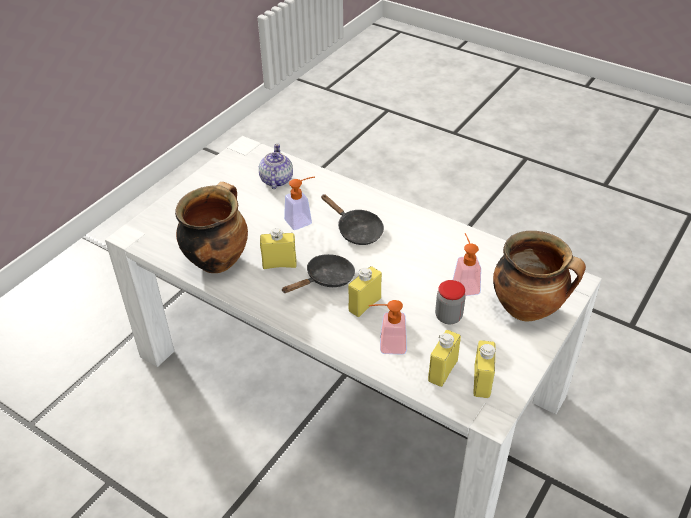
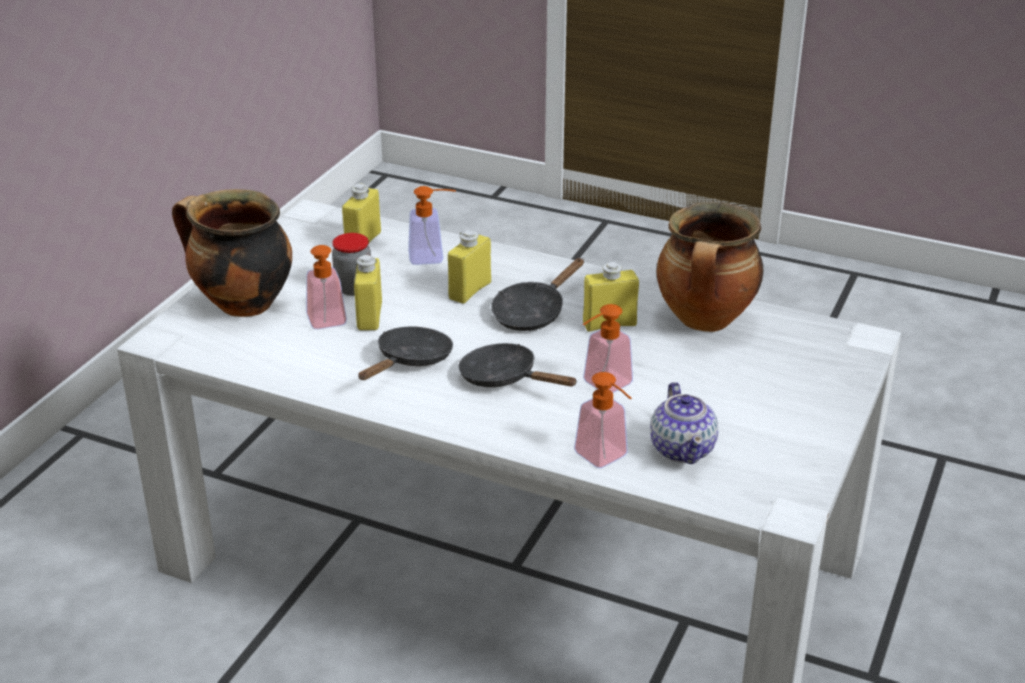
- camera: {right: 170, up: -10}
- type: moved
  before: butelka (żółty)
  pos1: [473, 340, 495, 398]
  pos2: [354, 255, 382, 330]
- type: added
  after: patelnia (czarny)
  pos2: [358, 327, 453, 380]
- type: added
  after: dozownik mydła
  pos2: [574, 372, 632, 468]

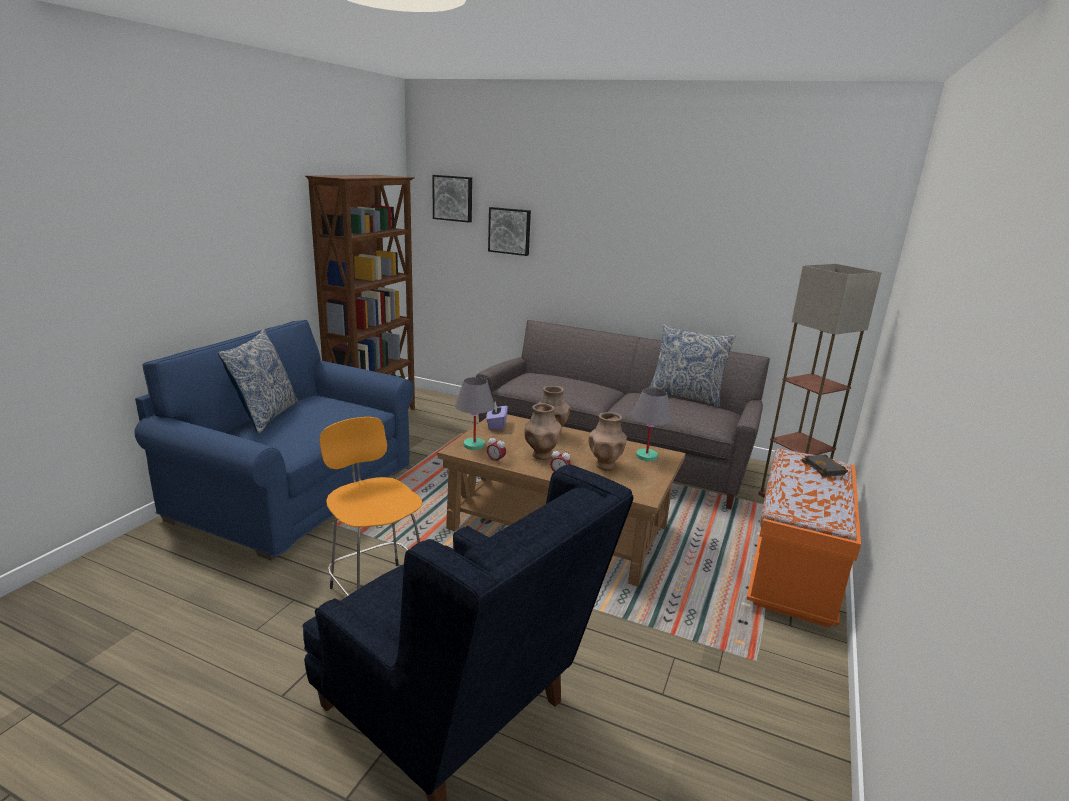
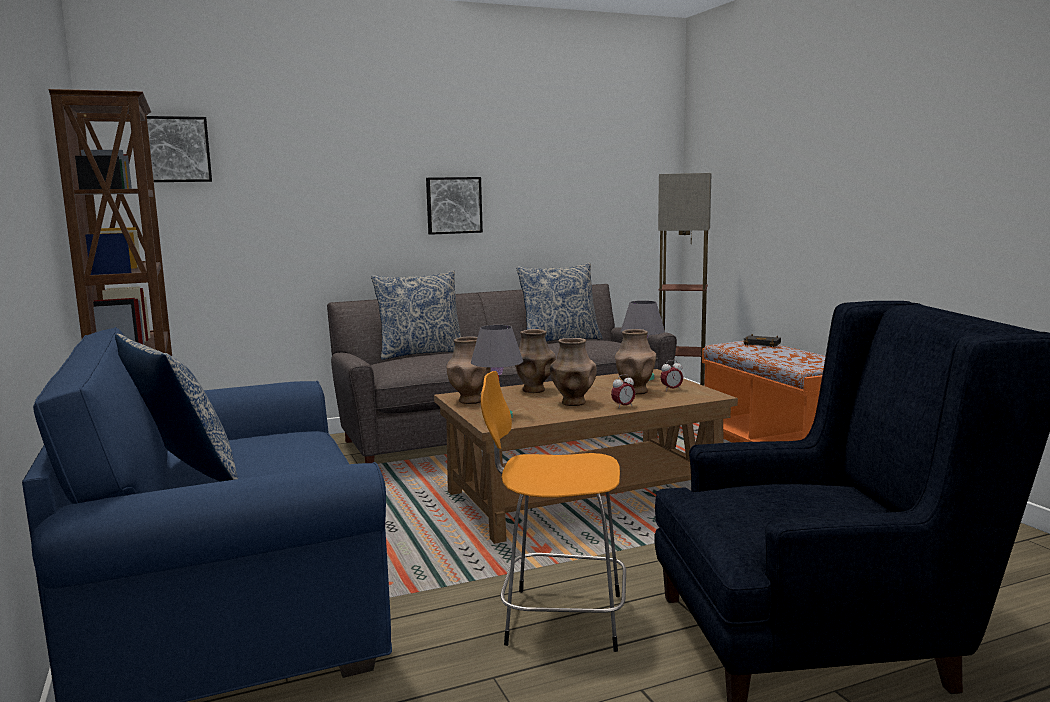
- camera: {right: -45, up: -10}
- type: replaced
  before: pudełko chusteczek (fioletowy)
  after: wazon (brązowy)
  pos1: [486, 401, 508, 430]
  pos2: [446, 336, 491, 404]
- type: moved
  before: budzik
  pos1: [487, 436, 506, 464]
  pos2: [660, 360, 683, 391]
- type: moved
  before: obraz
  pos1: [488, 207, 531, 256]
  pos2: [426, 177, 483, 235]
- type: added
  after: poduszka
  pos2: [371, 270, 461, 360]

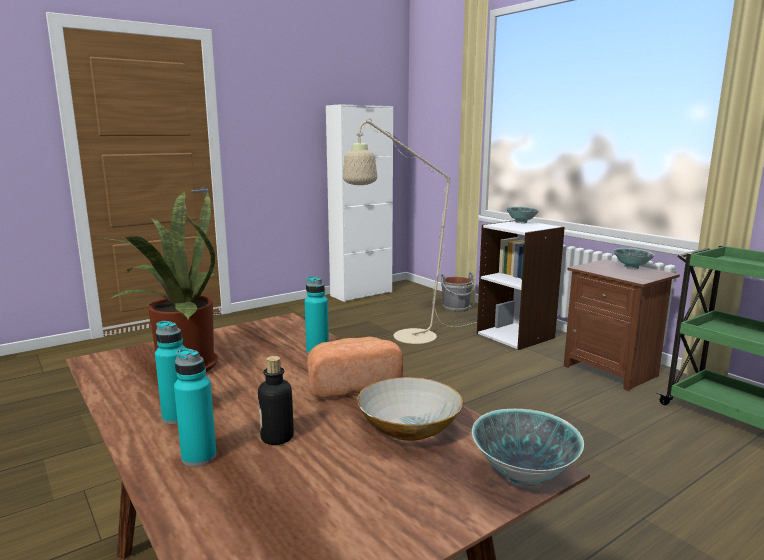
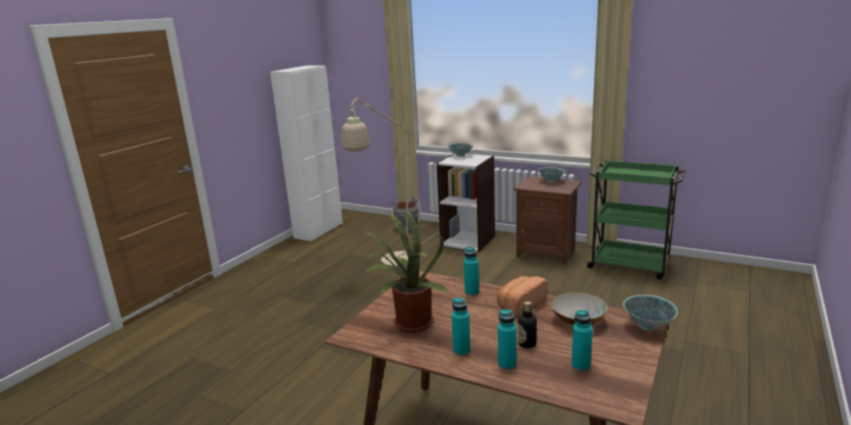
- camera: {right: -25, up: 5}
- type: added
  after: butelka (turkusowy)
  pos2: [571, 310, 593, 371]

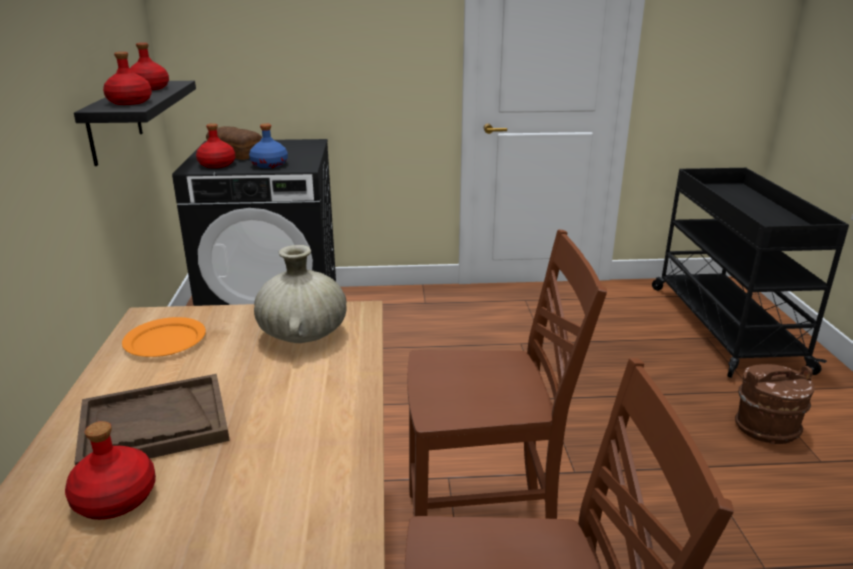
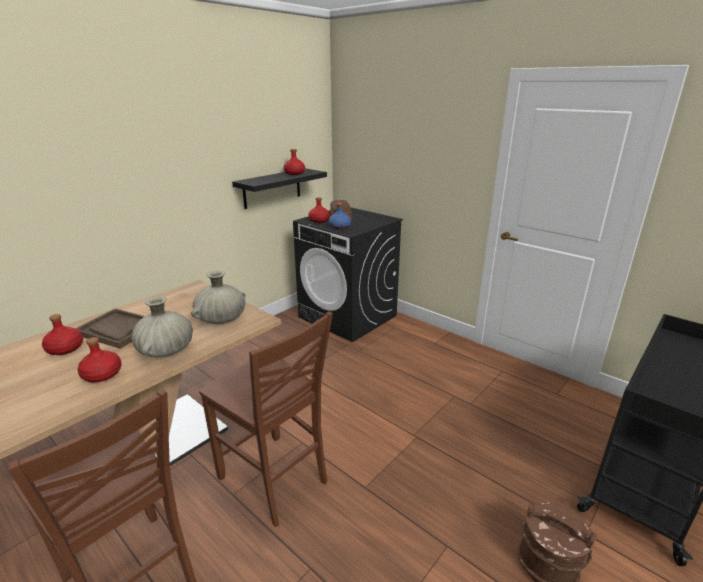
- camera: {right: 45, up: 0}
- type: moved
  before: butelka (czerwony)
  pos1: [103, 52, 152, 105]
  pos2: [77, 337, 122, 382]
- type: removed
  before: talerz (pomarańczowy)
  pos1: [122, 317, 206, 357]
- type: added
  after: wazon (beżowy)
  pos2: [131, 296, 193, 357]

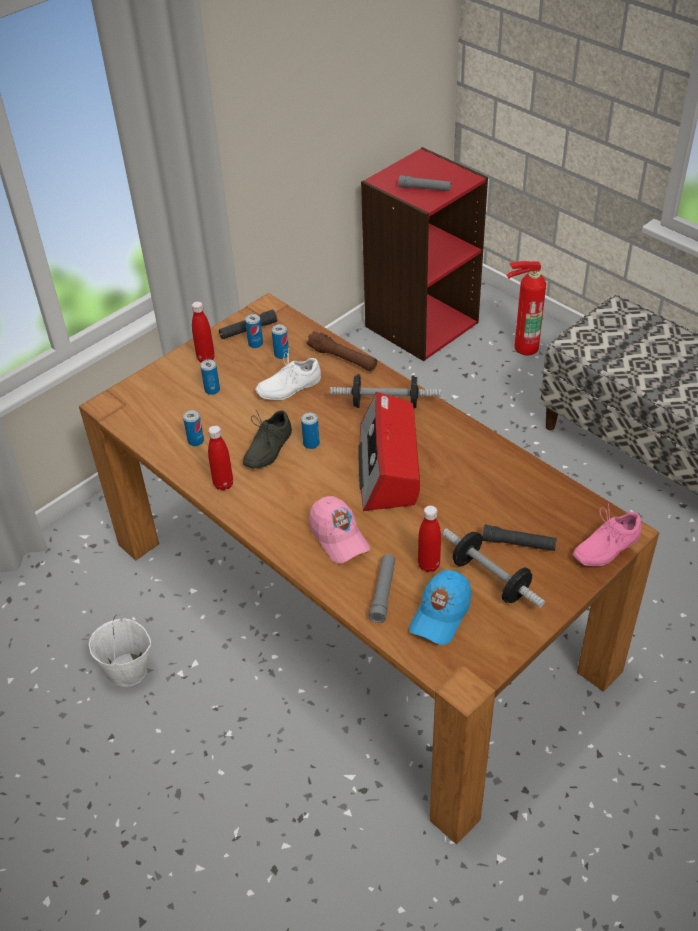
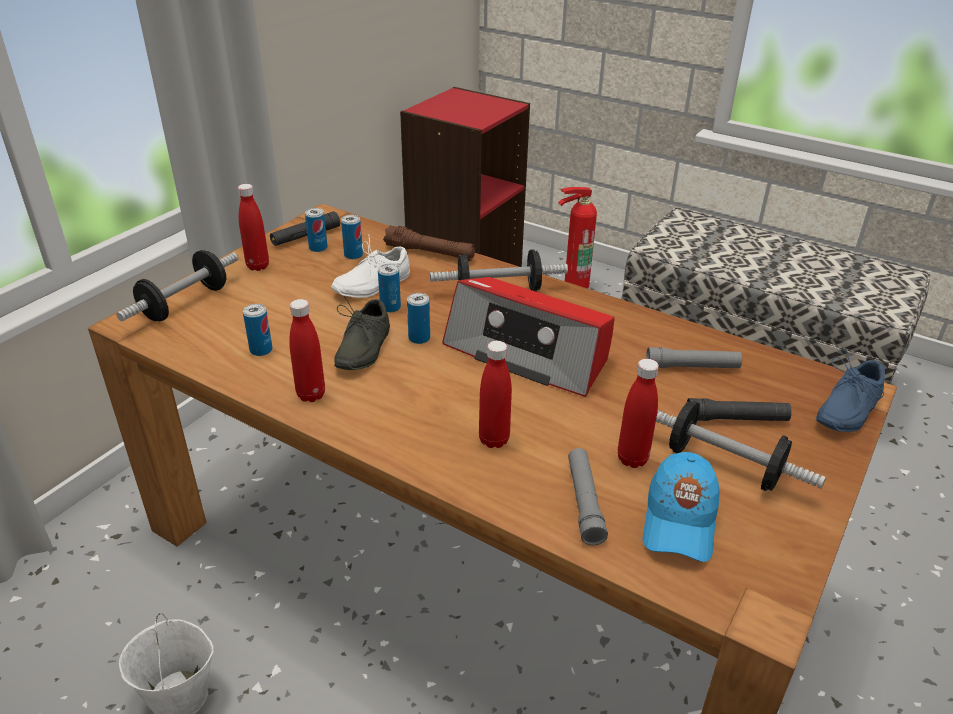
- camera: {right: -15, up: -10}
- type: moved
  before: puszka
  pos1: [200, 359, 220, 395]
  pos2: [378, 264, 401, 313]
- type: replaced
  before: czapka z daszkiem (różowy)
  after: butelka (czerwony)
  pos1: [309, 496, 370, 563]
  pos2: [479, 341, 512, 448]
- type: turned
  before: radio
  pos1: [358, 392, 420, 511]
  pos2: [442, 277, 615, 397]
  turn: -45
- type: moved
  before: latarka (szary)
  pos1: [398, 175, 451, 191]
  pos2: [646, 347, 742, 368]
- type: recoloured
  before: but (różowy)
  after: but (niebieski)
  pos1: [572, 504, 642, 566]
  pos2: [816, 349, 885, 432]
- type: added
  after: hantel
  pos2: [116, 250, 238, 321]

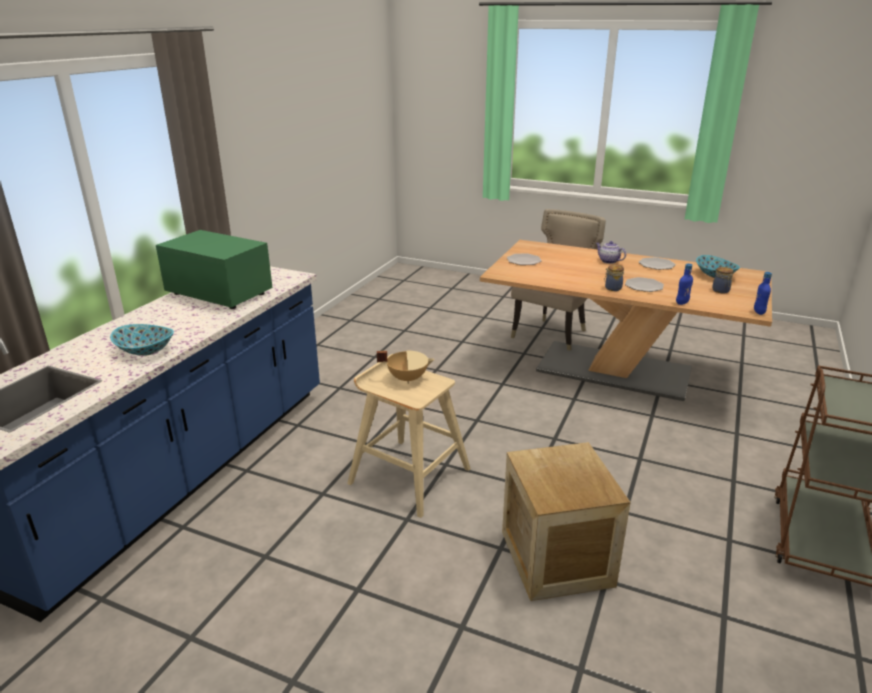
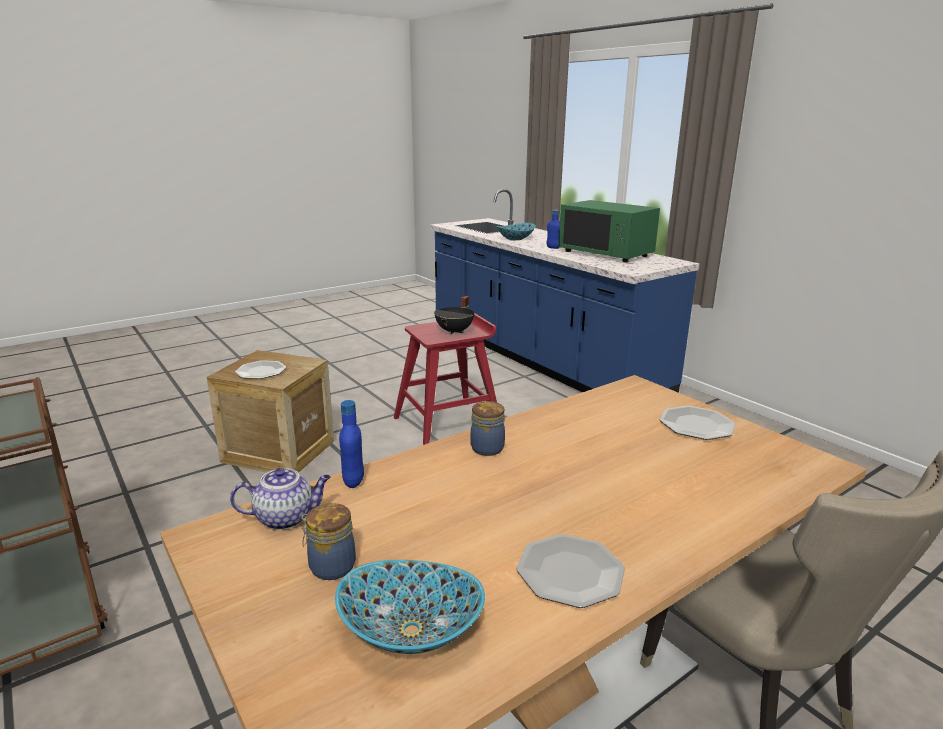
- camera: {right: 120, up: -5}
- type: turned
  before: mikrofalówka (zielony)
  pos1: [156, 230, 273, 309]
  pos2: [558, 200, 660, 262]
  turn: 75
- type: recoloured
  before: stołek (beżowy)
  after: stołek (czerwony)
  pos1: [347, 354, 471, 518]
  pos2: [394, 313, 497, 445]
- type: recoloured
  before: garnek (beżowy)
  after: garnek (czarny)
  pos1: [377, 351, 434, 384]
  pos2: [434, 296, 474, 335]
- type: moved
  before: imbryk
  pos1: [596, 241, 626, 264]
  pos2: [230, 468, 331, 530]
- type: moved
  before: talerz
  pos1: [625, 277, 664, 292]
  pos2: [235, 360, 286, 379]
- type: moved
  before: butelka (niebieski)
  pos1: [754, 272, 772, 315]
  pos2: [546, 210, 560, 249]

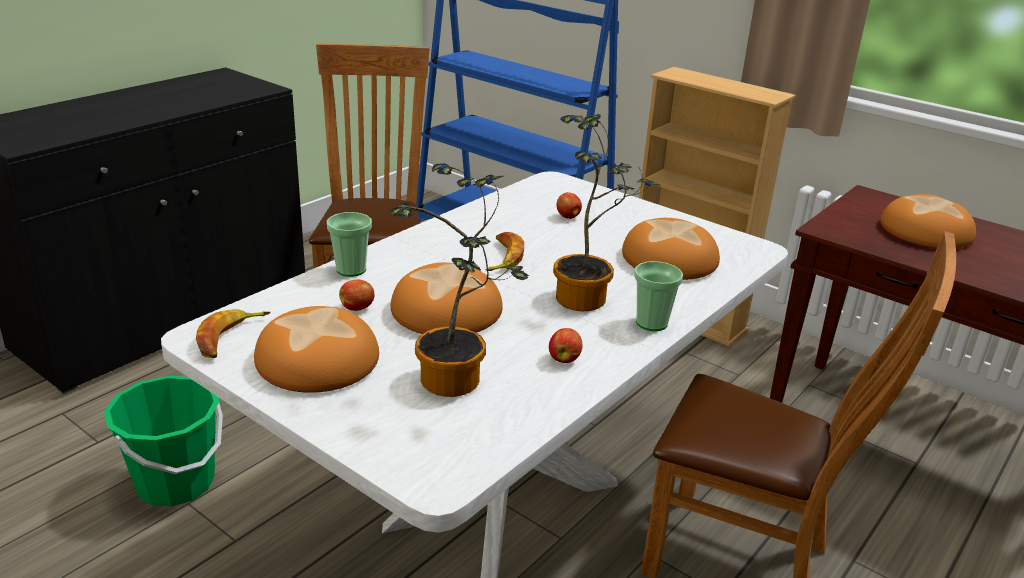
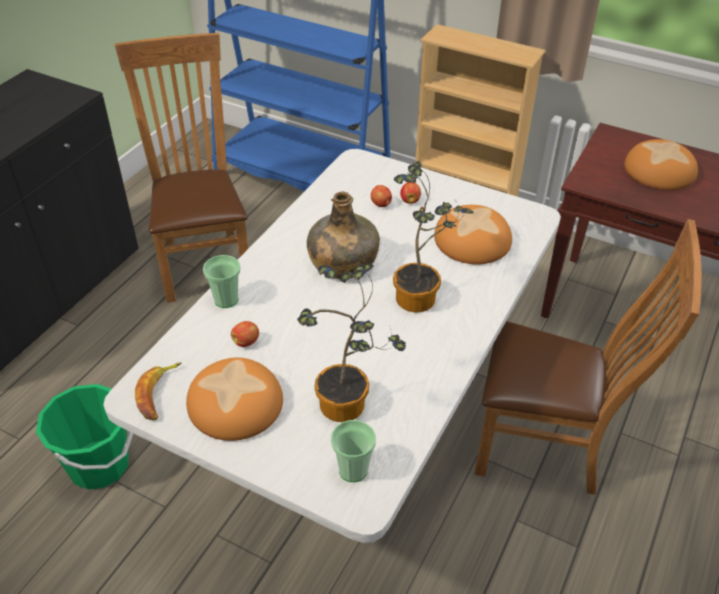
- camera: {right: -10, up: 15}
- type: removed
  before: chleb
  pos1: [391, 262, 503, 334]
- type: replaced
  before: banan
  after: butelka (zielony)
  pos1: [486, 232, 524, 271]
  pos2: [307, 191, 380, 279]
- type: moved
  before: jabłko
  pos1: [549, 328, 583, 363]
  pos2: [400, 182, 421, 204]
- type: moved
  before: filiżanka
  pos1: [634, 261, 683, 331]
  pos2: [331, 420, 376, 482]

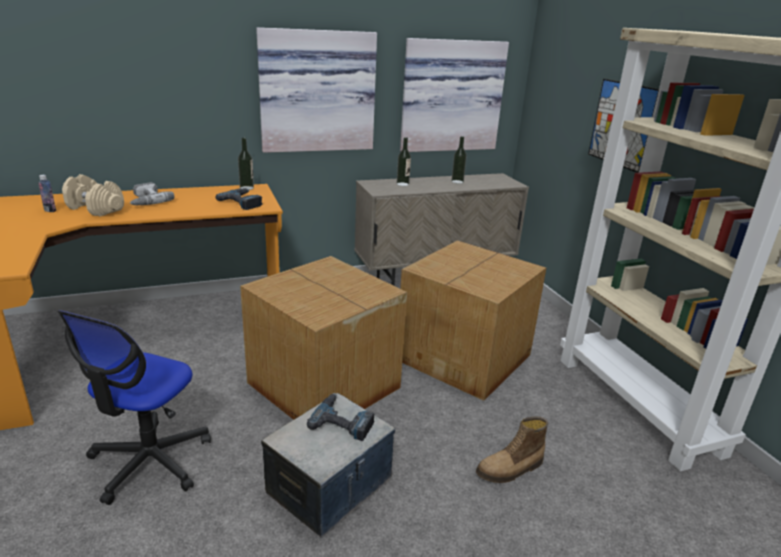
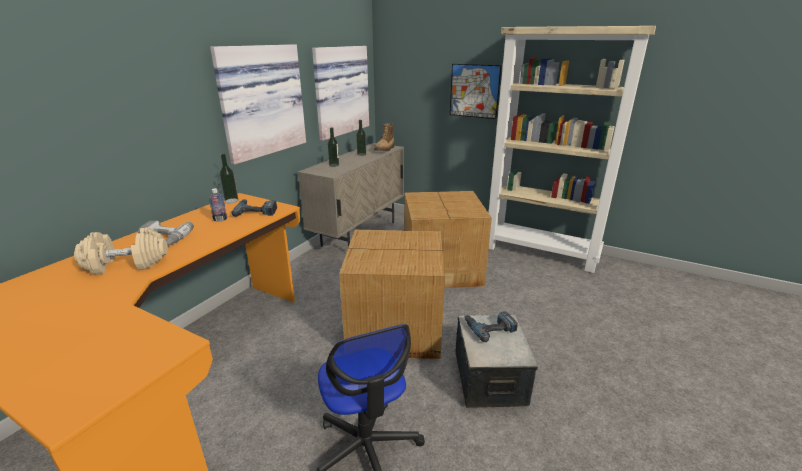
- camera: {right: -40, up: 0}
- type: moved
  before: butelka
  pos1: [38, 175, 56, 212]
  pos2: [209, 188, 227, 221]
- type: moved
  before: but z cholewką
  pos1: [476, 416, 548, 483]
  pos2: [374, 123, 395, 152]

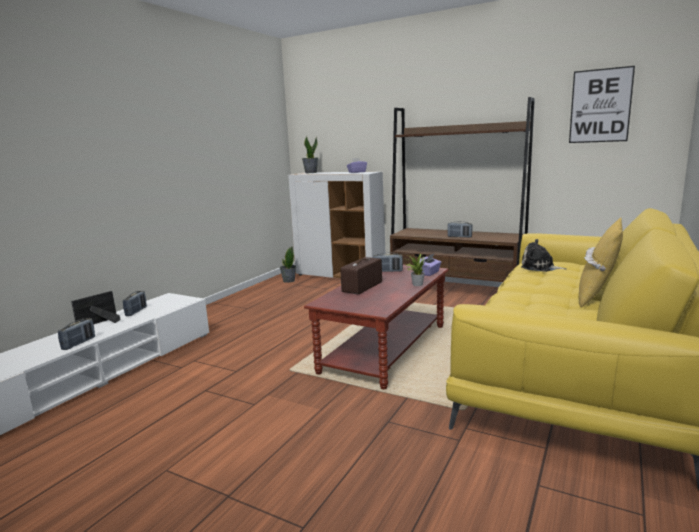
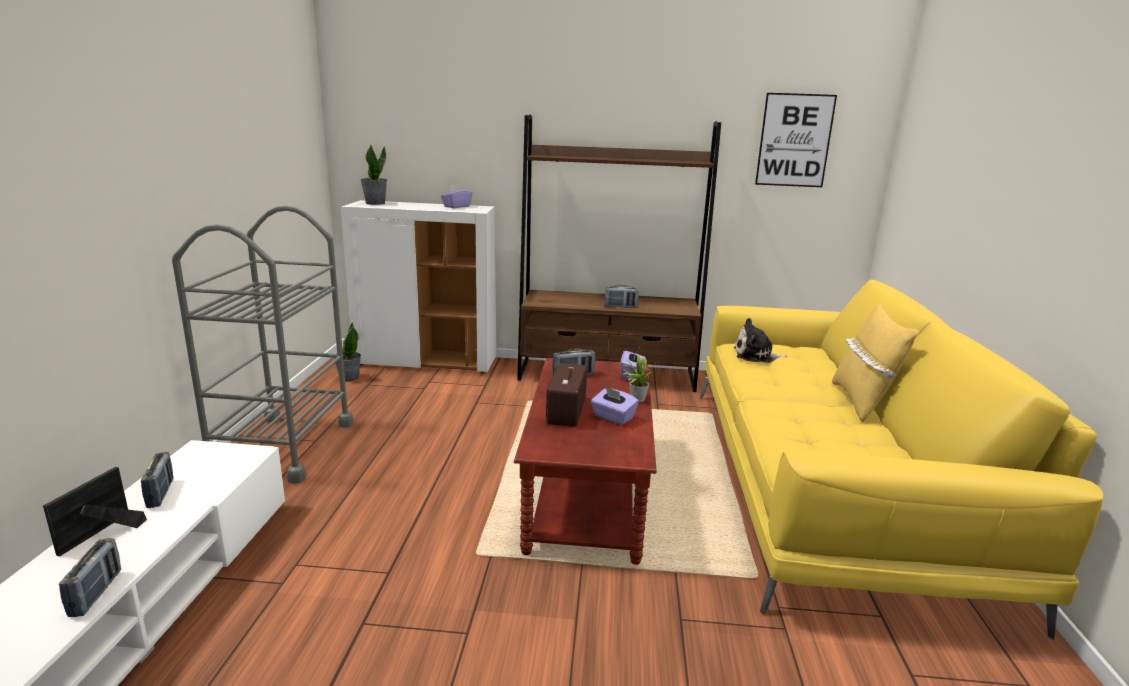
- camera: {right: -25, up: 5}
- type: added
  after: wózek (szary)
  pos2: [172, 205, 353, 484]
- type: added
  after: pudełko chusteczek (fioletowy)
  pos2: [591, 386, 639, 425]

